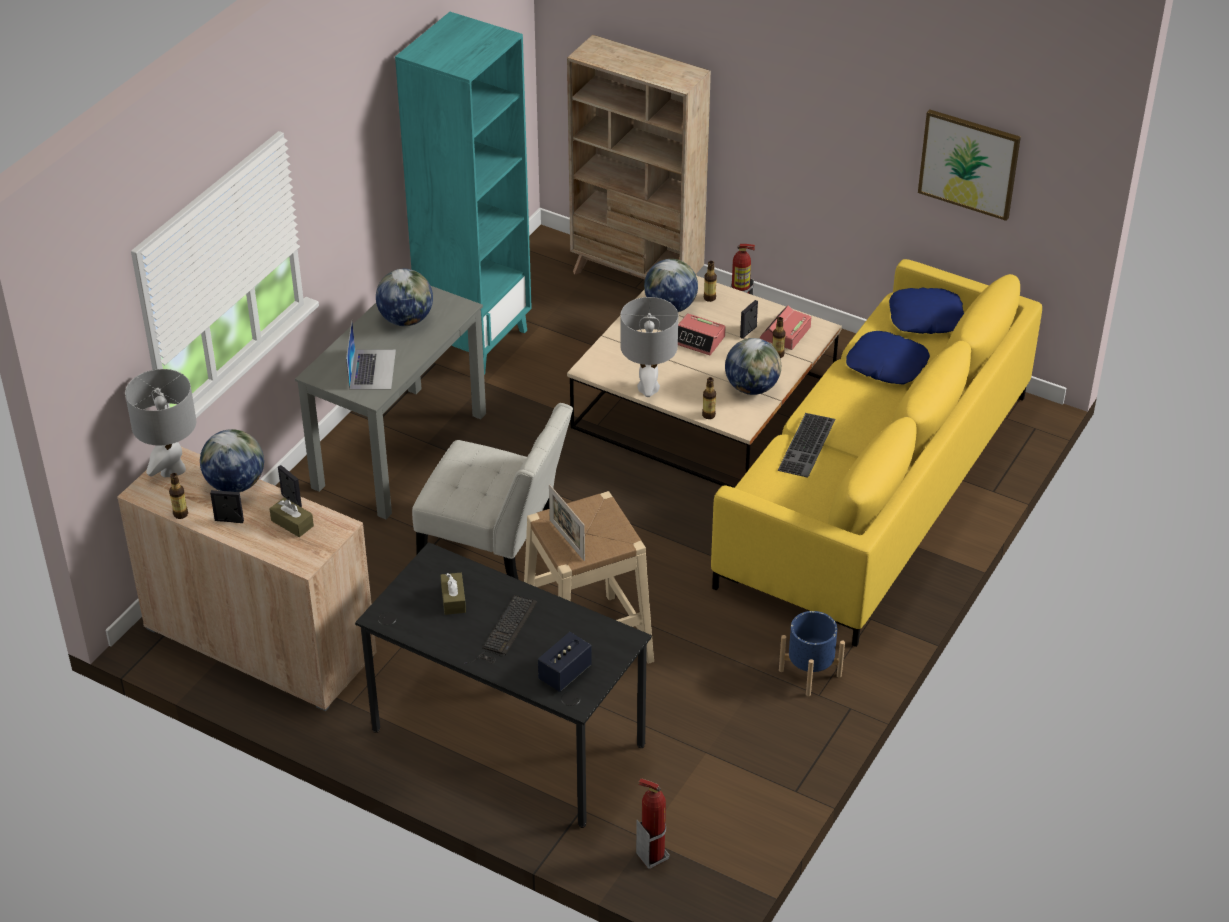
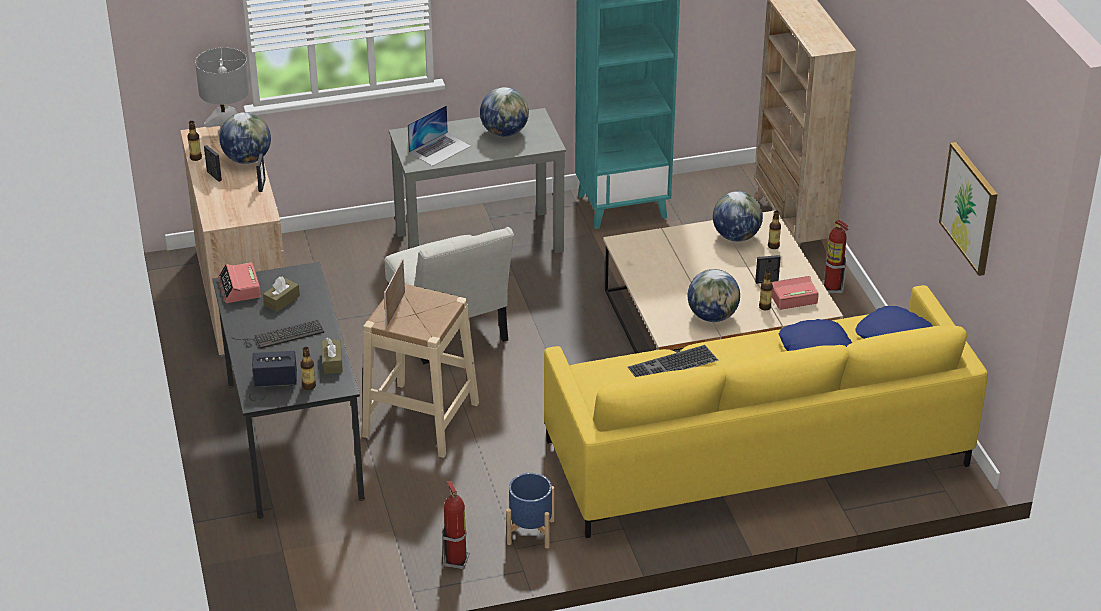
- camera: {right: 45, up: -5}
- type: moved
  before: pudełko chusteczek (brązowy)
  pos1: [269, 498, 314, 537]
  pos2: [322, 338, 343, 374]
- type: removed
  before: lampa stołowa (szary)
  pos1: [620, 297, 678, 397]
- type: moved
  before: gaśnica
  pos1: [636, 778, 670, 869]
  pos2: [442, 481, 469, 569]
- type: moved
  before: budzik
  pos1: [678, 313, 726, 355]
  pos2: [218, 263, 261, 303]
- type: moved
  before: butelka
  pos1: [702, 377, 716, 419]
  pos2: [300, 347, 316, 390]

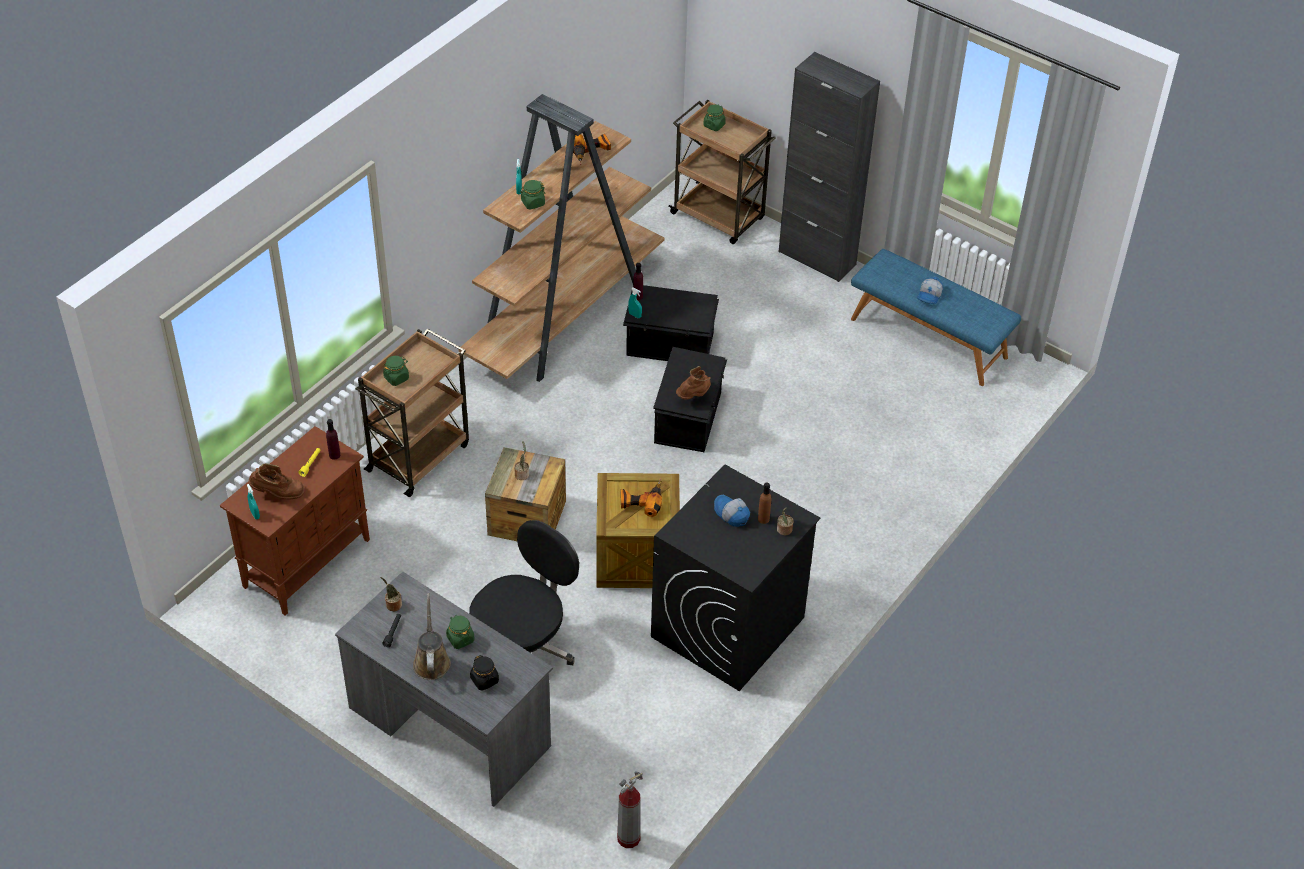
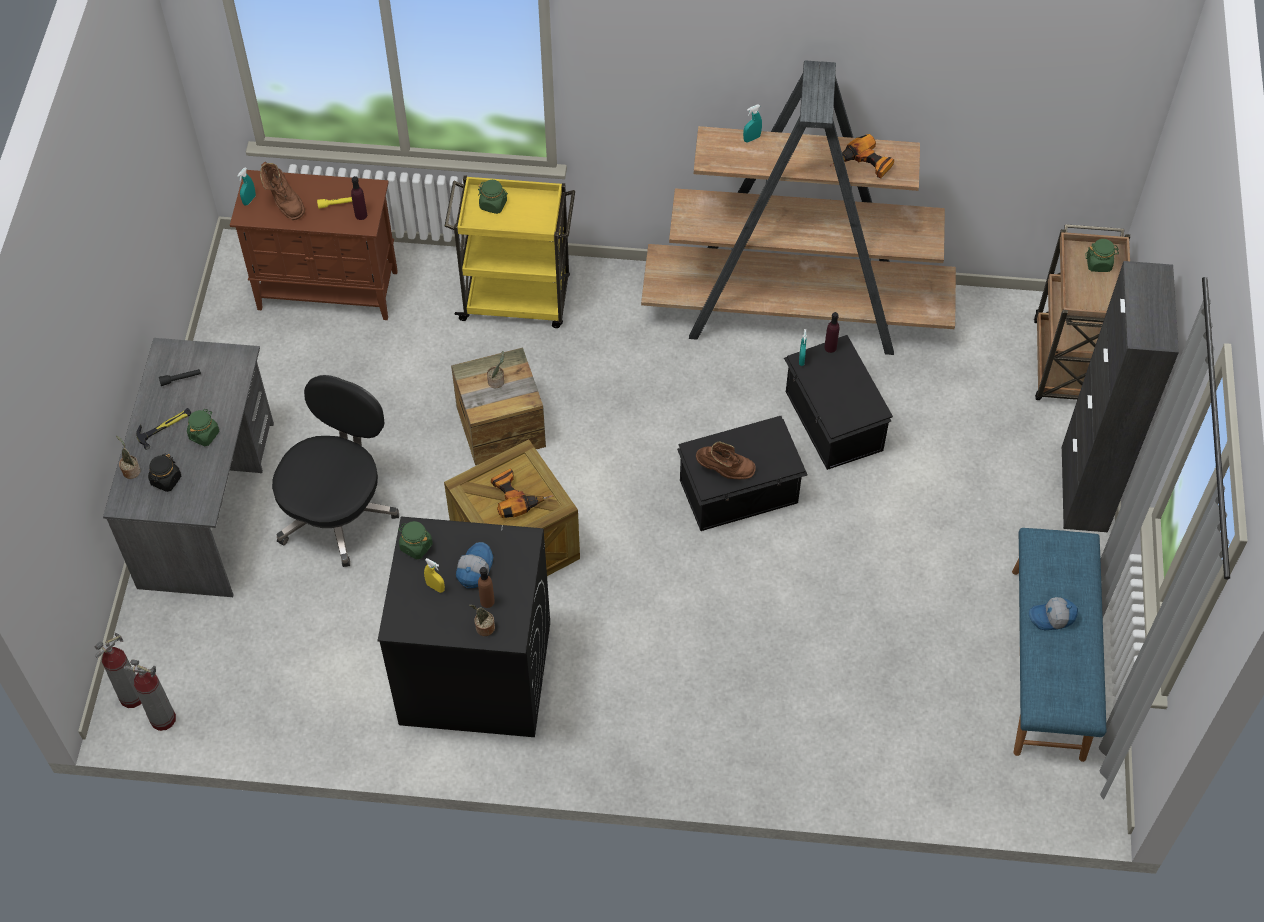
- camera: {right: 60, up: 10}
- type: recoloured
  before: wózek (brązowy)
  after: wózek (żółty)
  pos1: [355, 329, 469, 497]
  pos2: [445, 175, 575, 328]
- type: moved
  before: roślina doniczkowa
  pos1: [380, 577, 402, 611]
  pos2: [116, 436, 140, 479]
- type: replaced
  before: konewka (brązowy)
  after: młotek
  pos1: [413, 593, 451, 680]
  pos2: [136, 408, 191, 450]
- type: turned
  before: krzesło biurowe (czarny)
  pos1: [469, 520, 579, 665]
  pos2: [272, 375, 399, 567]
  turn: -75
- type: moved
  before: słoik (zielony)
  pos1: [520, 180, 545, 210]
  pos2: [398, 521, 433, 560]
- type: added
  after: gaśnica
  pos2: [95, 633, 141, 708]
- type: added
  after: spryskiwacz (żółty)
  pos2: [424, 558, 445, 593]

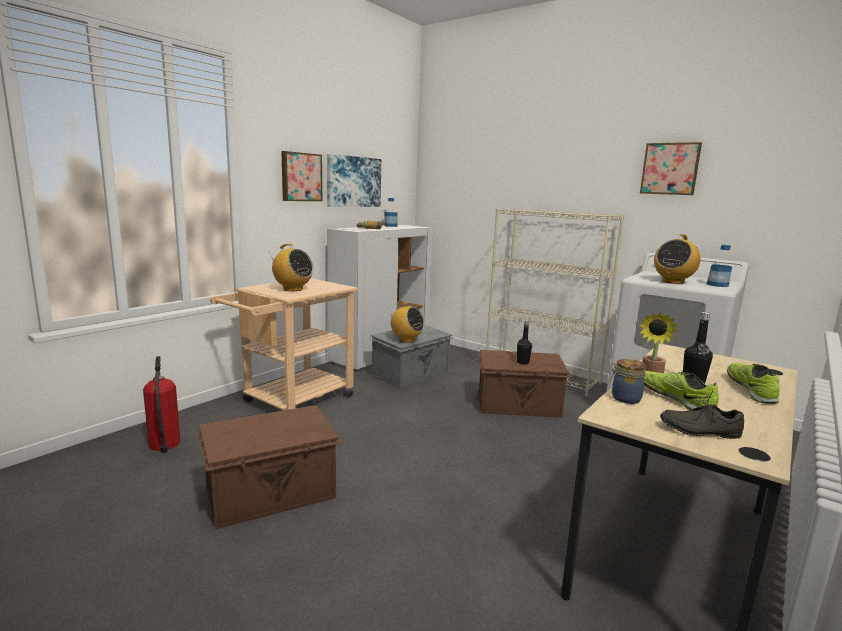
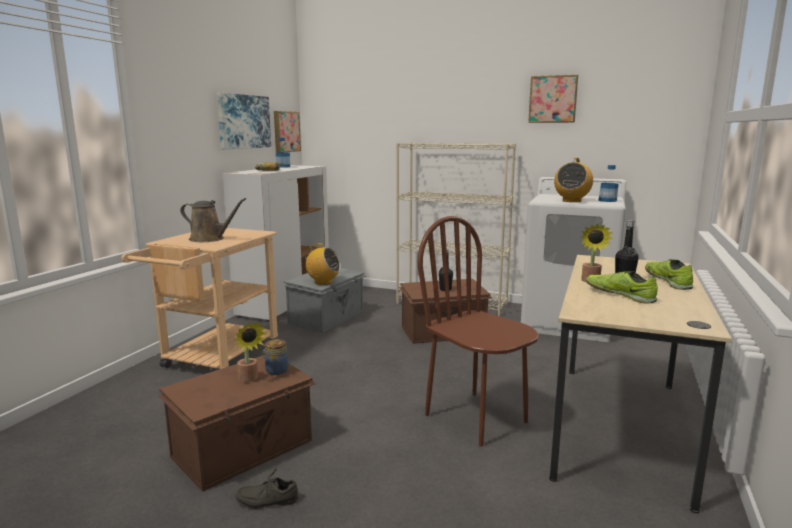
- camera: {right: -15, up: 0}
- type: removed
  before: gaśnica
  pos1: [143, 356, 181, 453]
- type: replaced
  before: radio
  after: konewka (brązowy)
  pos1: [269, 244, 313, 291]
  pos2: [180, 198, 246, 242]
- type: moved
  before: obraz
  pos1: [281, 151, 322, 201]
  pos2: [274, 111, 301, 153]
- type: moved
  before: słoik
  pos1: [609, 359, 646, 404]
  pos2: [262, 339, 288, 375]
- type: moved
  before: but (szary)
  pos1: [660, 390, 744, 439]
  pos2: [235, 466, 298, 509]
- type: added
  after: roślina doniczkowa
  pos2: [235, 322, 267, 382]
- type: added
  after: krzesło (brązowy)
  pos2: [418, 216, 539, 447]

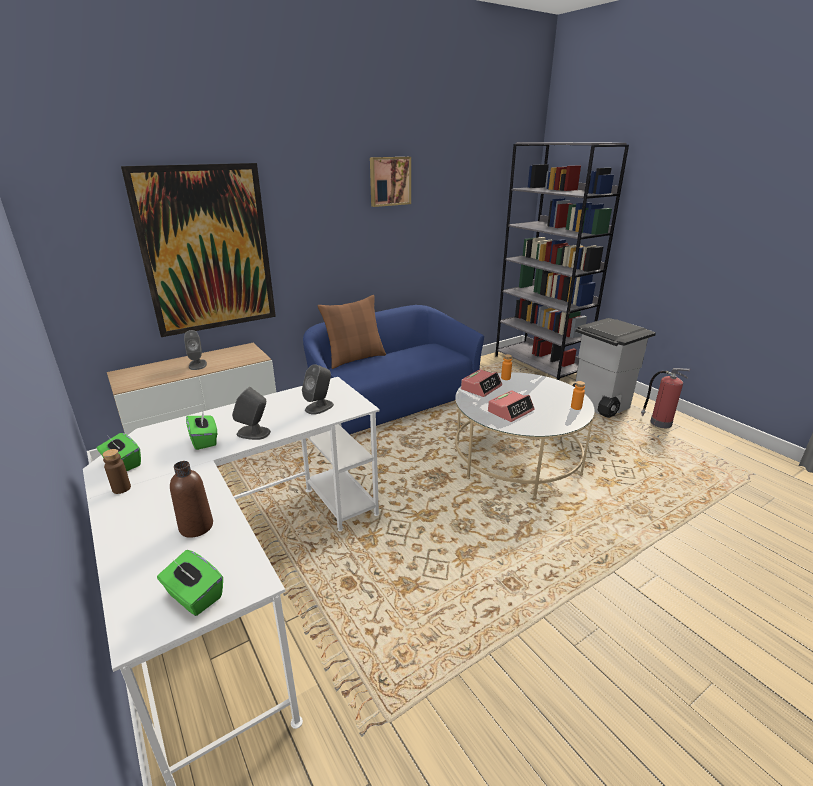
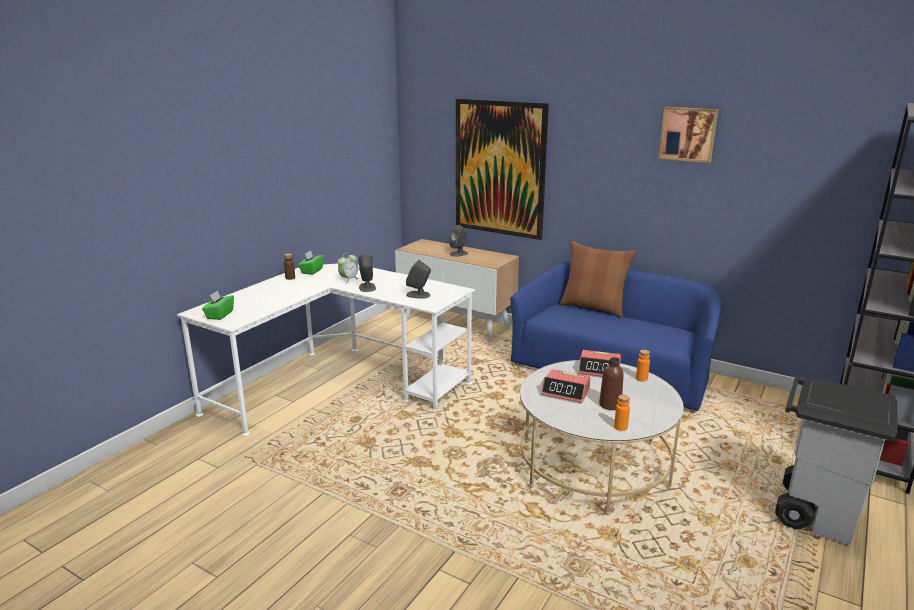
- camera: {right: 65, up: -5}
- type: moved
  before: butelka (brązowy)
  pos1: [170, 461, 213, 538]
  pos2: [599, 357, 624, 410]
- type: replaced
  before: pudełko chusteczek (zielony)
  after: budzik
  pos1: [186, 412, 217, 450]
  pos2: [338, 253, 359, 283]
- type: removed
  before: gaśnica
  pos1: [641, 368, 690, 428]

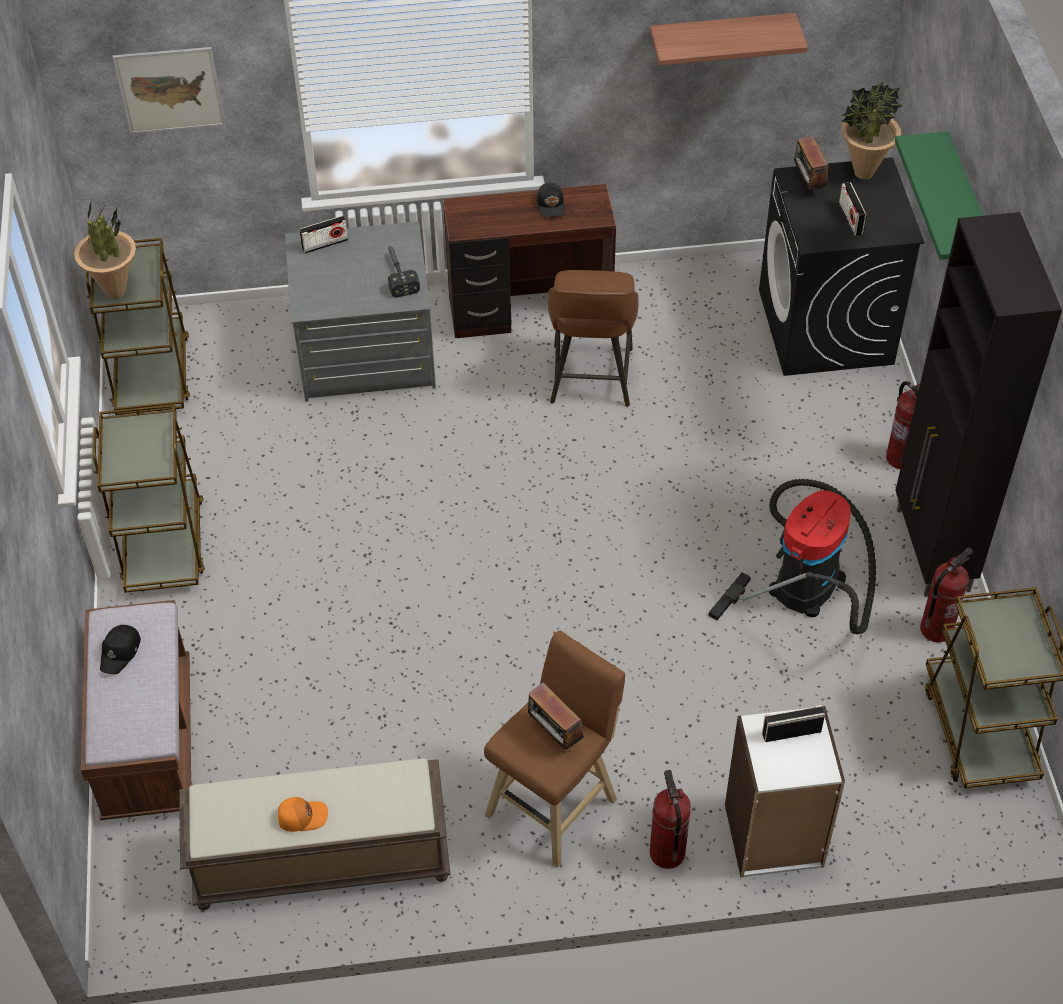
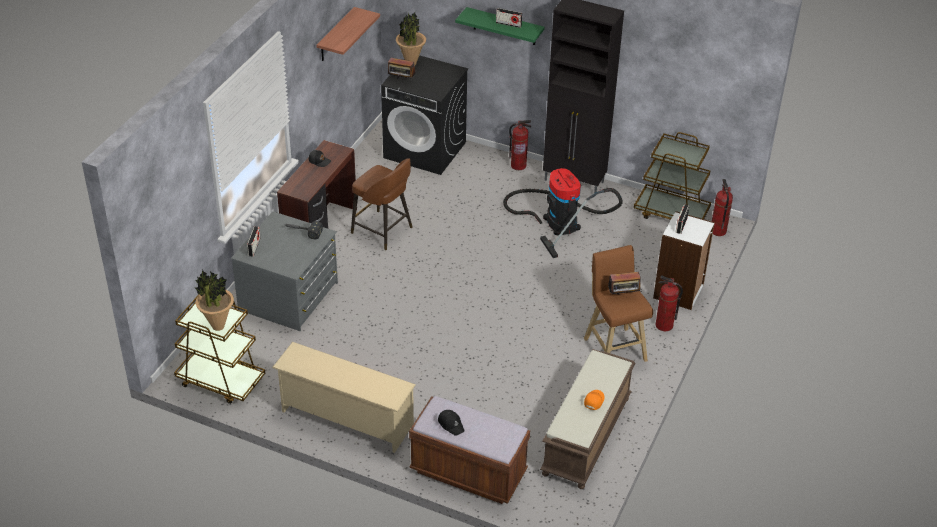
- camera: {right: -60, up: -10}
- type: replaced
  before: wózek (brązowy)
  after: regał na buty (beżowy)
  pos1: [93, 404, 205, 593]
  pos2: [272, 342, 416, 453]
- type: removed
  before: obraz
  pos1: [113, 47, 226, 134]
- type: moved
  before: radio
  pos1: [839, 182, 866, 236]
  pos2: [496, 8, 522, 28]
- type: moved
  before: gaśnica
  pos1: [920, 548, 973, 643]
  pos2: [712, 179, 733, 236]

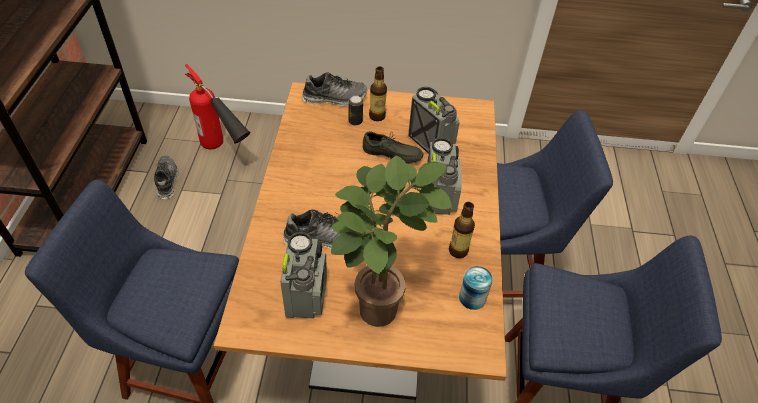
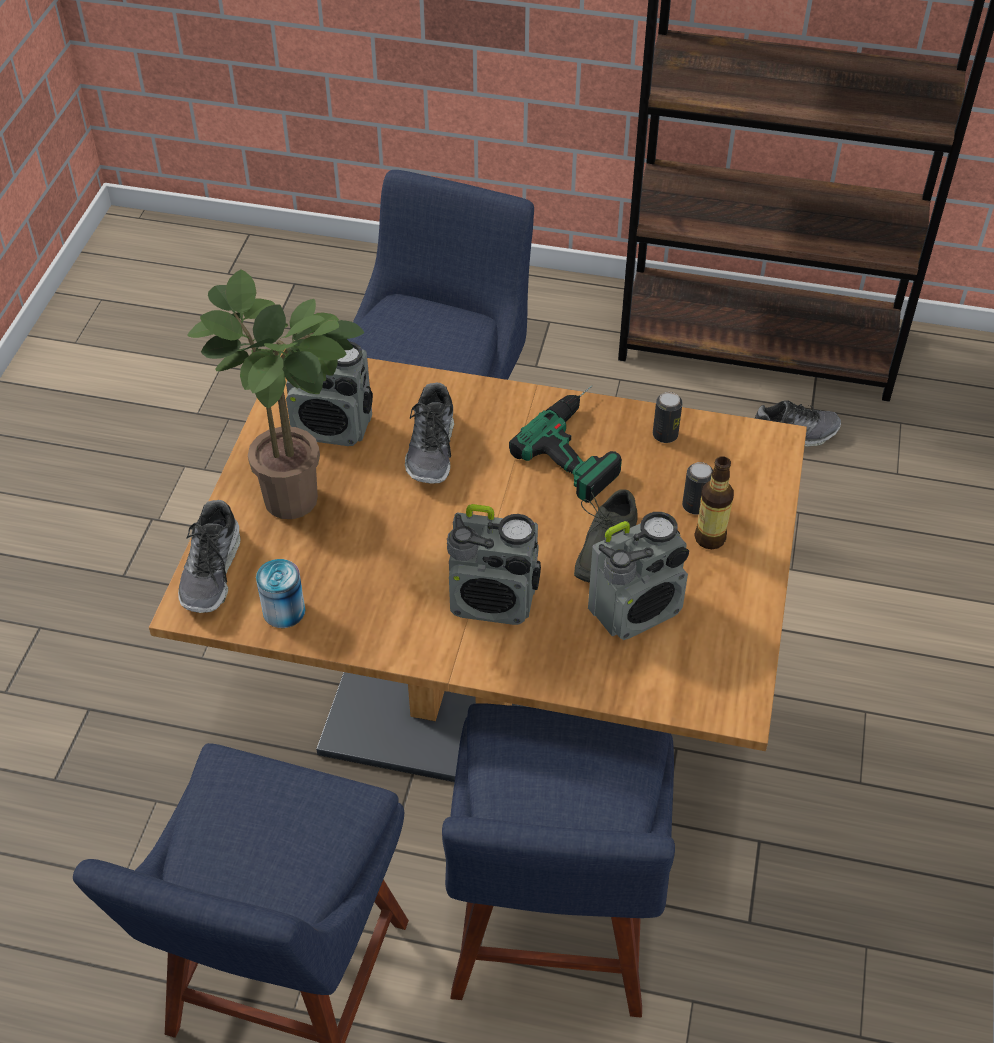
- camera: {right: 100, up: 0}
- type: removed
  before: gaśnica
  pos1: [185, 64, 251, 149]
- type: moved
  before: but
  pos1: [302, 73, 368, 106]
  pos2: [178, 500, 240, 613]
- type: removed
  before: butelka
  pos1: [449, 202, 475, 258]
- type: added
  after: wiertarka
  pos2: [509, 385, 622, 503]
- type: added
  after: puszka
  pos2: [653, 392, 683, 443]

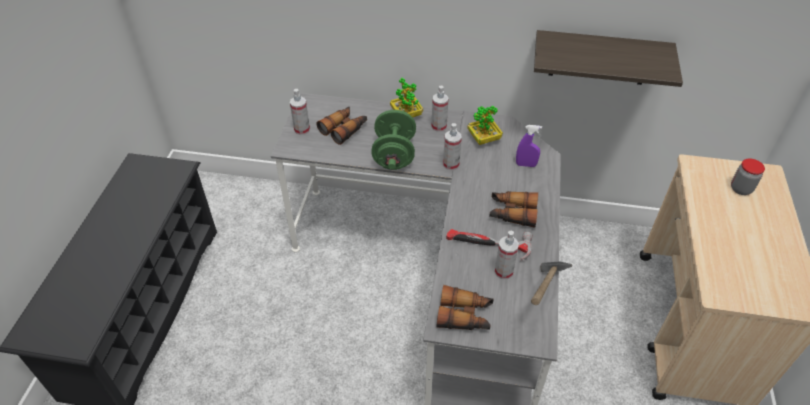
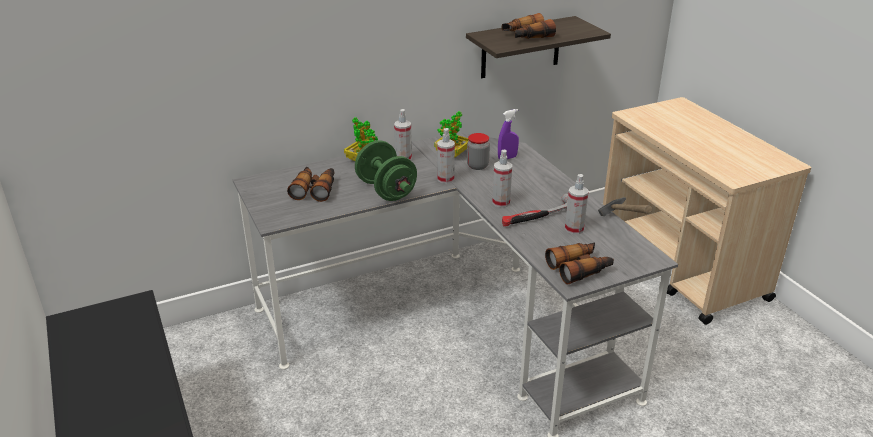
- camera: {right: -35, up: -15}
- type: moved
  before: spryskiwacz
  pos1: [290, 89, 310, 135]
  pos2: [492, 150, 512, 208]
- type: moved
  before: lornetka
  pos1: [489, 191, 538, 228]
  pos2: [502, 13, 556, 39]
- type: moved
  before: słoik
  pos1: [731, 159, 765, 195]
  pos2: [467, 133, 490, 170]

